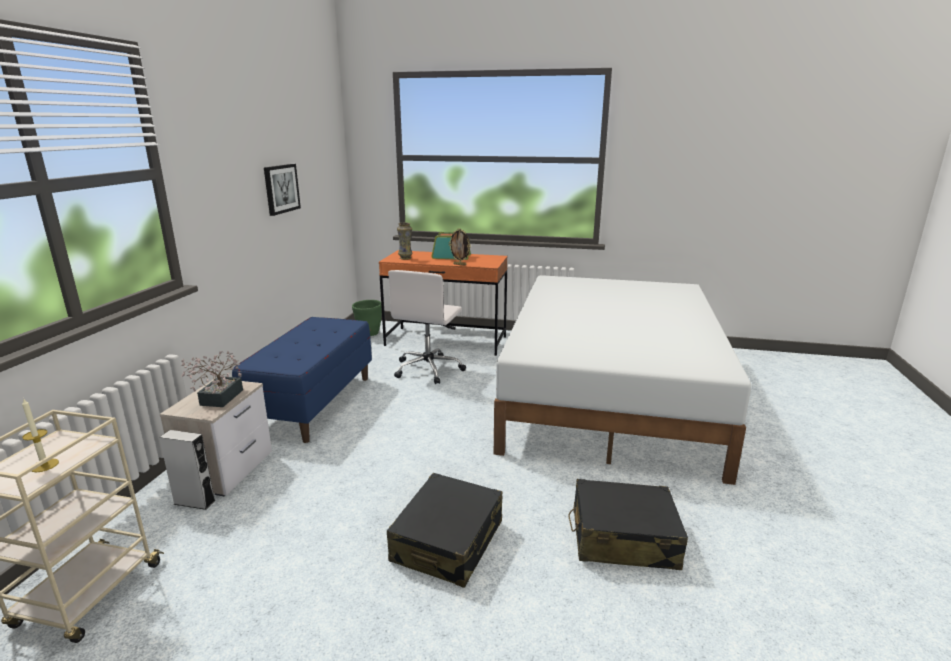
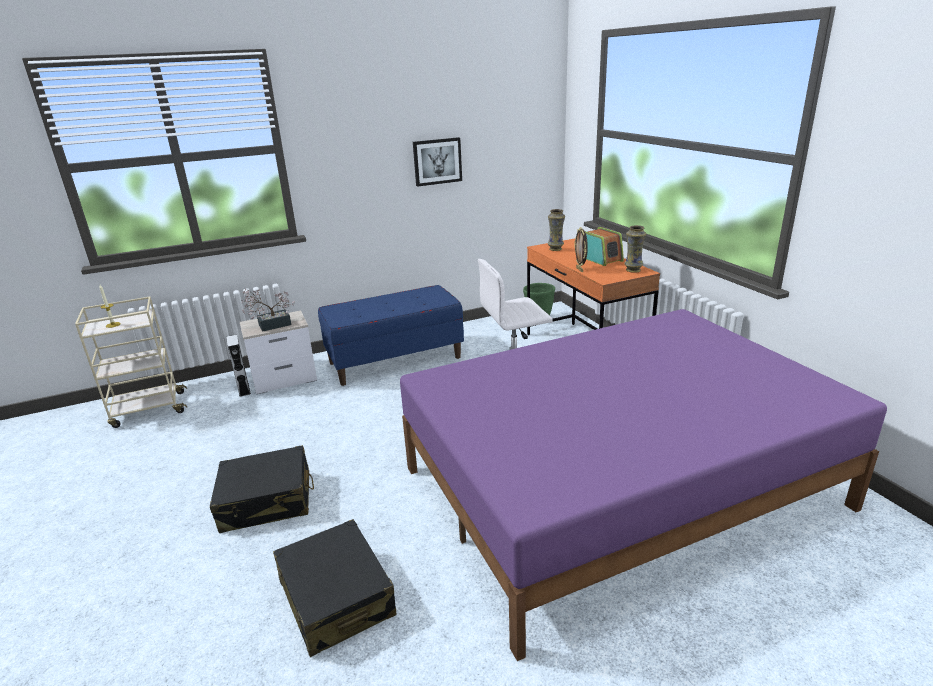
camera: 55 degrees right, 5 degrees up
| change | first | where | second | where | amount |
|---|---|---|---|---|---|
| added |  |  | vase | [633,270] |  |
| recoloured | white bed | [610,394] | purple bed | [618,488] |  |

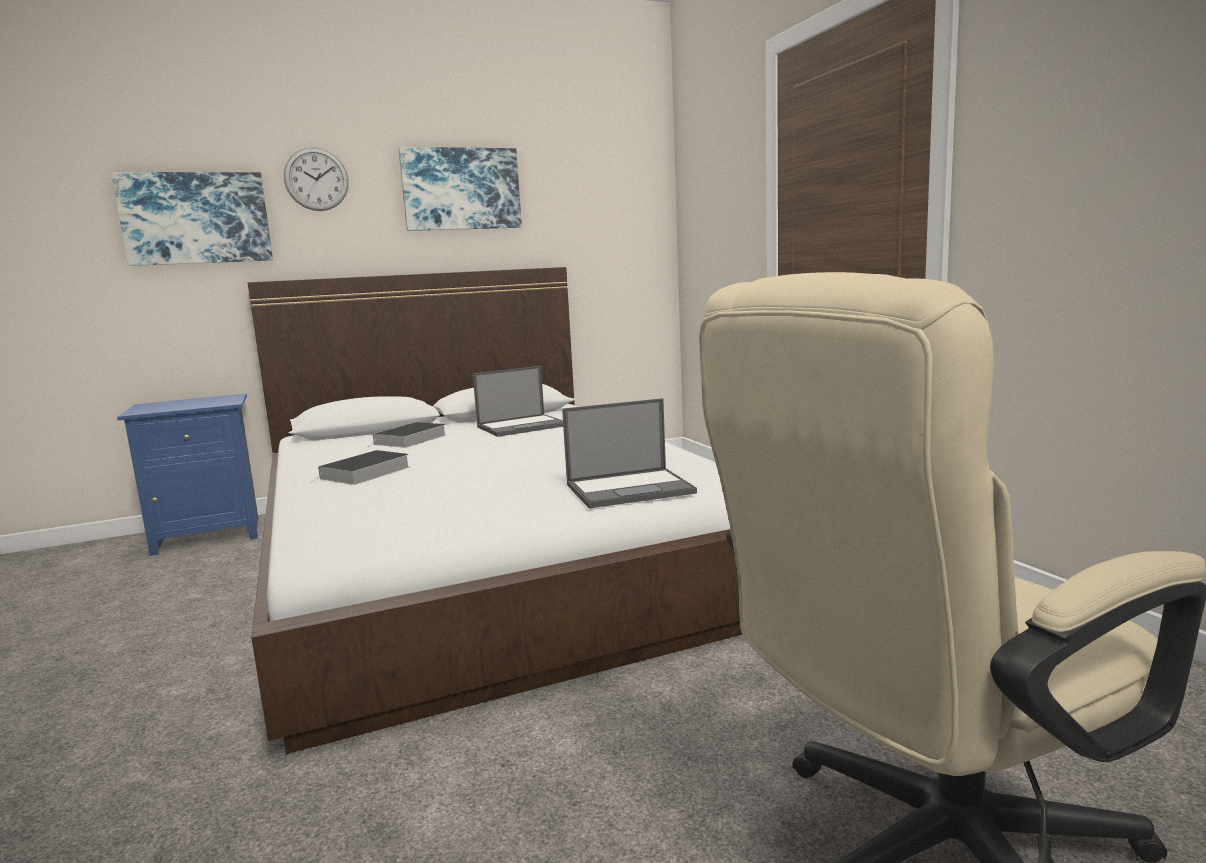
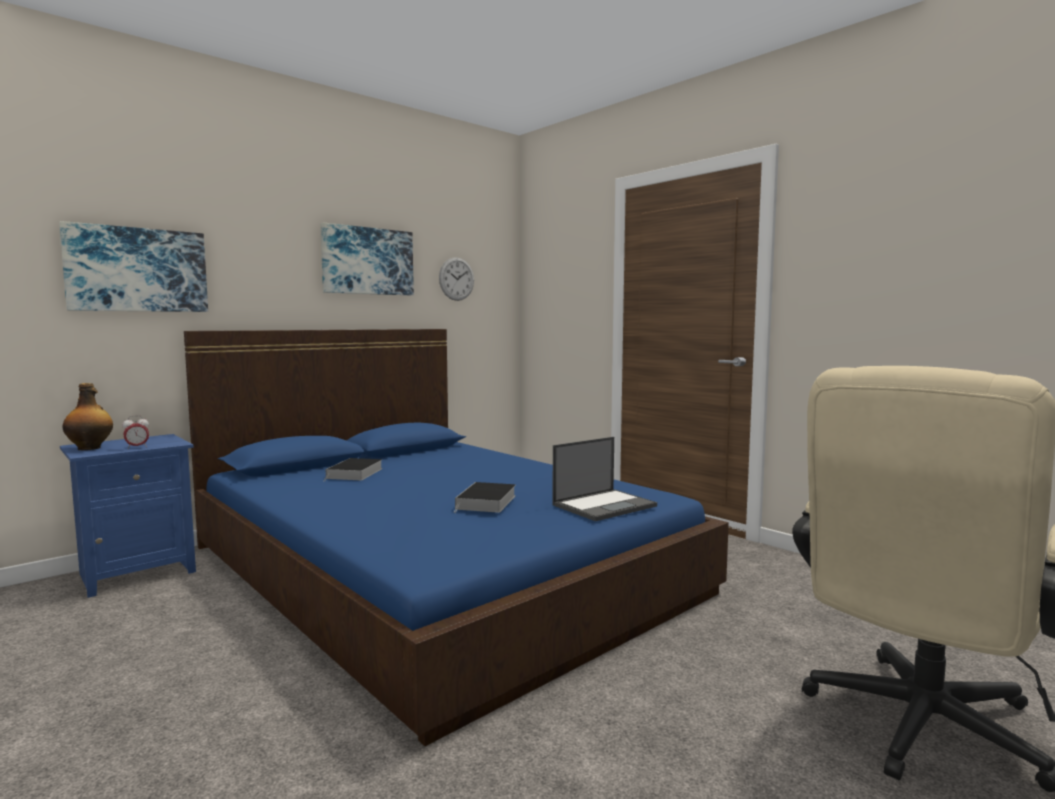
camera: 20 degrees left, 5 degrees down
| change | first | where | second | where | amount |
|---|---|---|---|---|---|
| removed | laptop | [522,426] |  |  |  |
| added |  |  | bottle | [90,448] |  |
| added |  |  | alarm clock | [137,447] |  |
| moved | wall clock | [316,179] |  | [456,279] |  |
| moved | book | [364,473] |  | [486,502] |  |
| recoloured | white bed | [487,553] | blue bed | [437,567] |  |

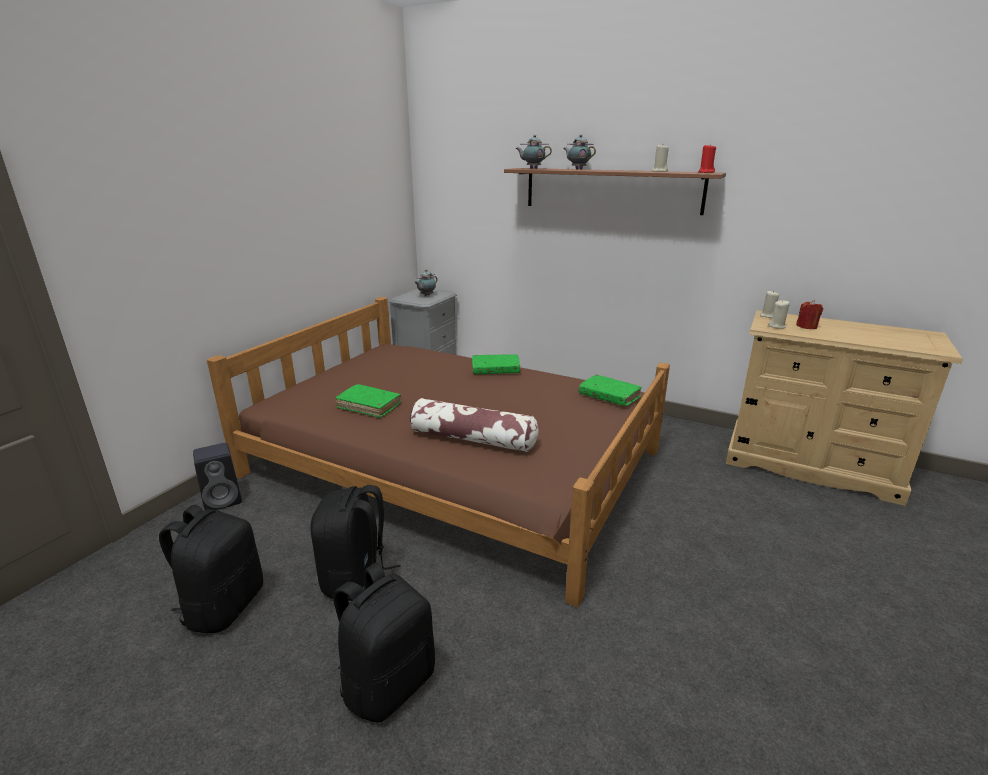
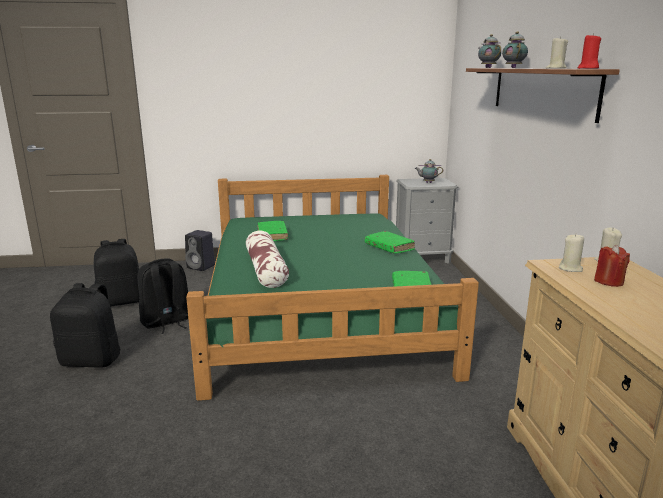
camera: 55 degrees right, 5 degrees down
| change | first | where | second | where | amount |
|---|---|---|---|---|---|
| recoloured | brown bed | [455,463] | green bed | [318,306] |  |

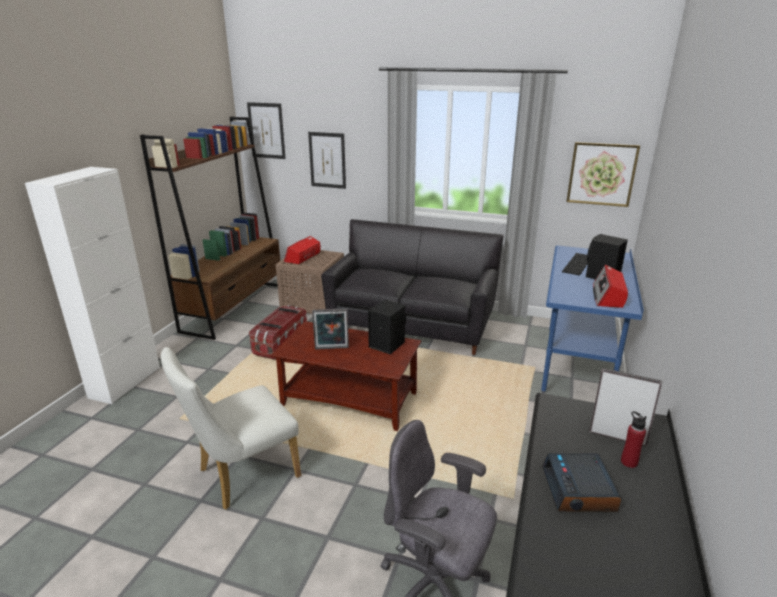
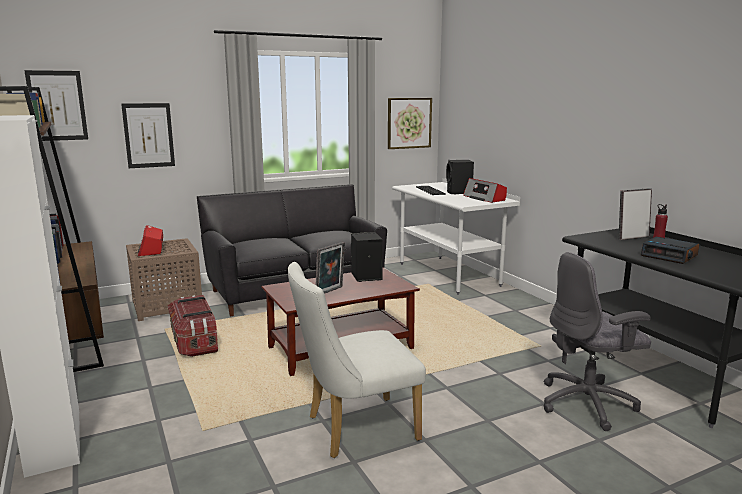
camera: 45 degrees left, 10 degrees down
| change | first | where | second | where | amount |
|---|---|---|---|---|---|
| recoloured | blue desk | [577,364] | white desk | [448,274] |  |
| turned | white chair | [242,475] |  | [354,429] | 60 degrees clockwise |

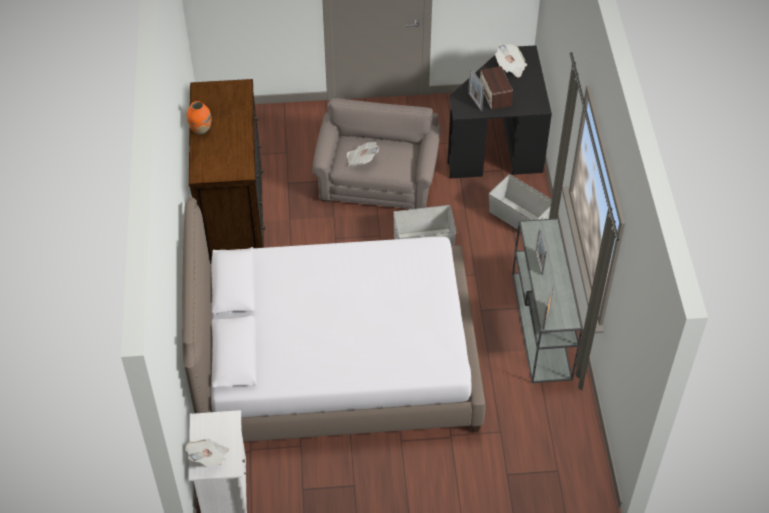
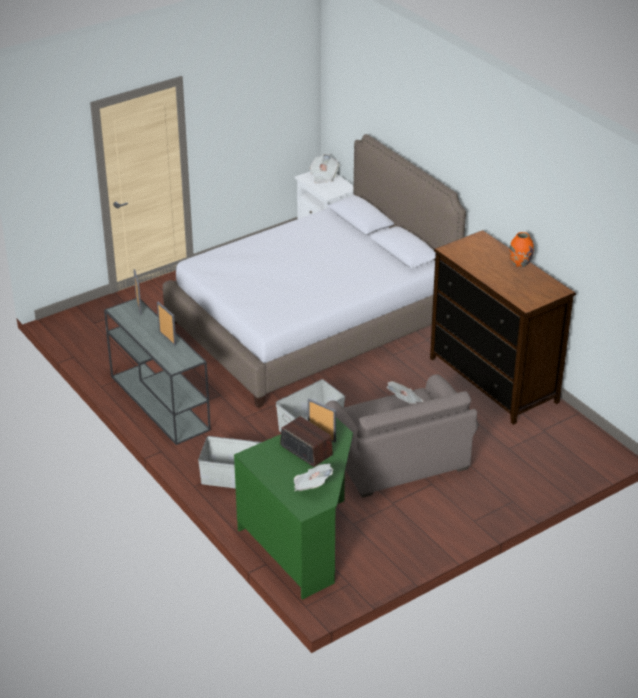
camera: 150 degrees right, 15 degrees down
| change | first | where | second | where | amount |
|---|---|---|---|---|---|
| recoloured | black desk | [498,145] | green desk | [304,540] |  |

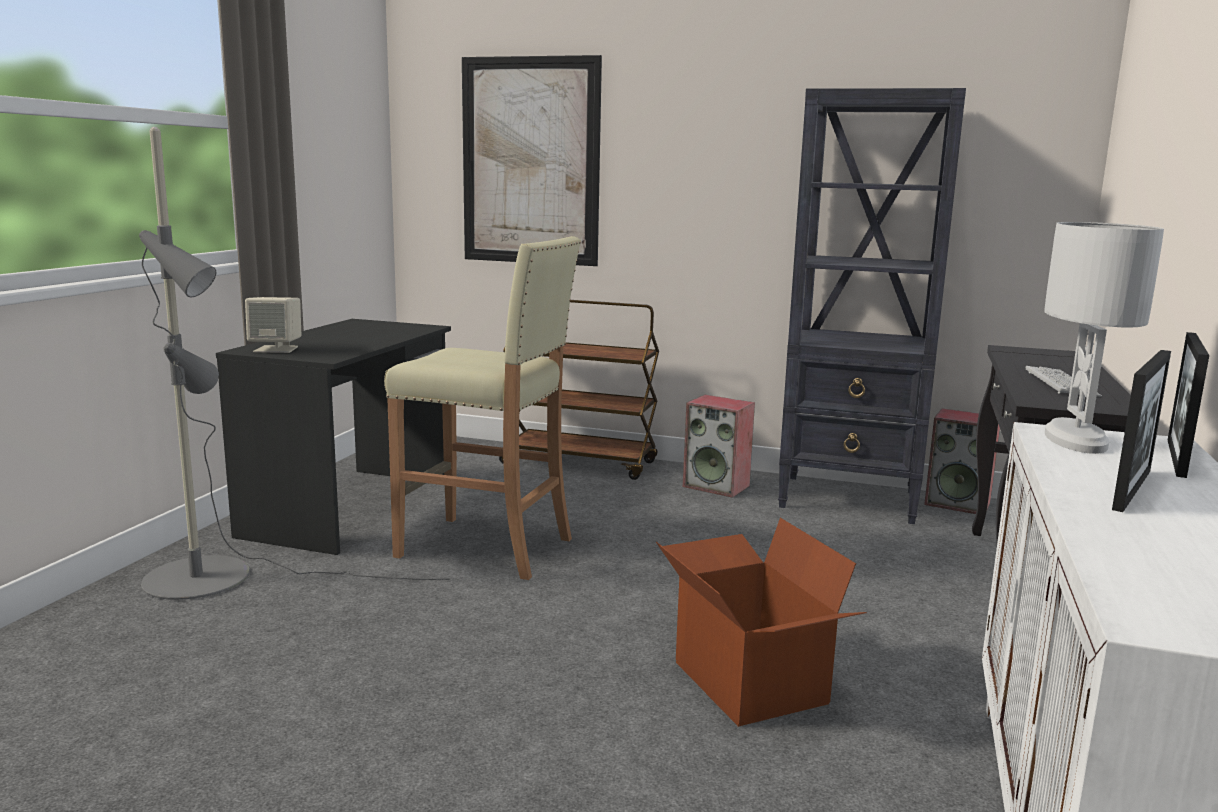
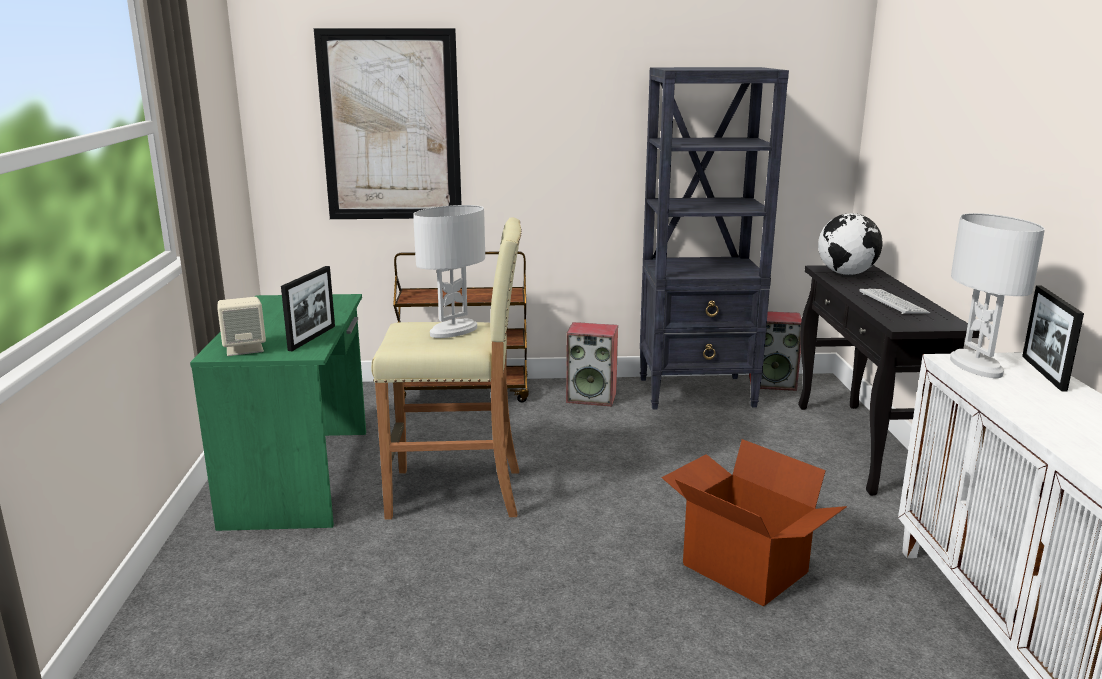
camera: 20 degrees left, 5 degrees up
| change | first | where | second | where | amount |
|---|---|---|---|---|---|
| removed | grey floor lamp | [221,577] |  |  |  |
| added |  |  | white table lamp | [454,331] |  |
| added |  |  | globe | [846,274] |  |
| moved | picture frame | [1132,489] |  | [312,338] |  |
| recoloured | black desk | [352,507] | green desk | [302,476] |  |

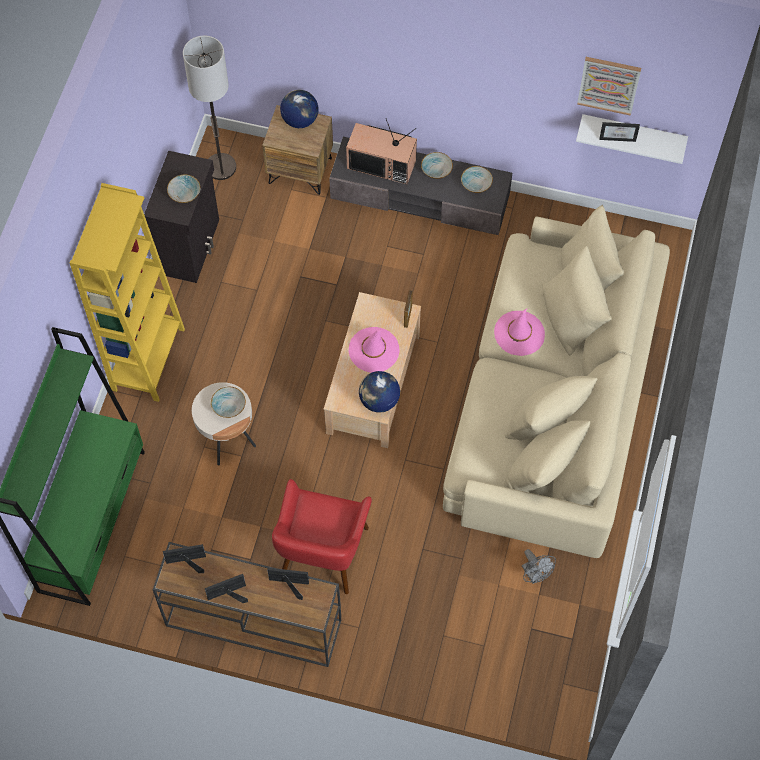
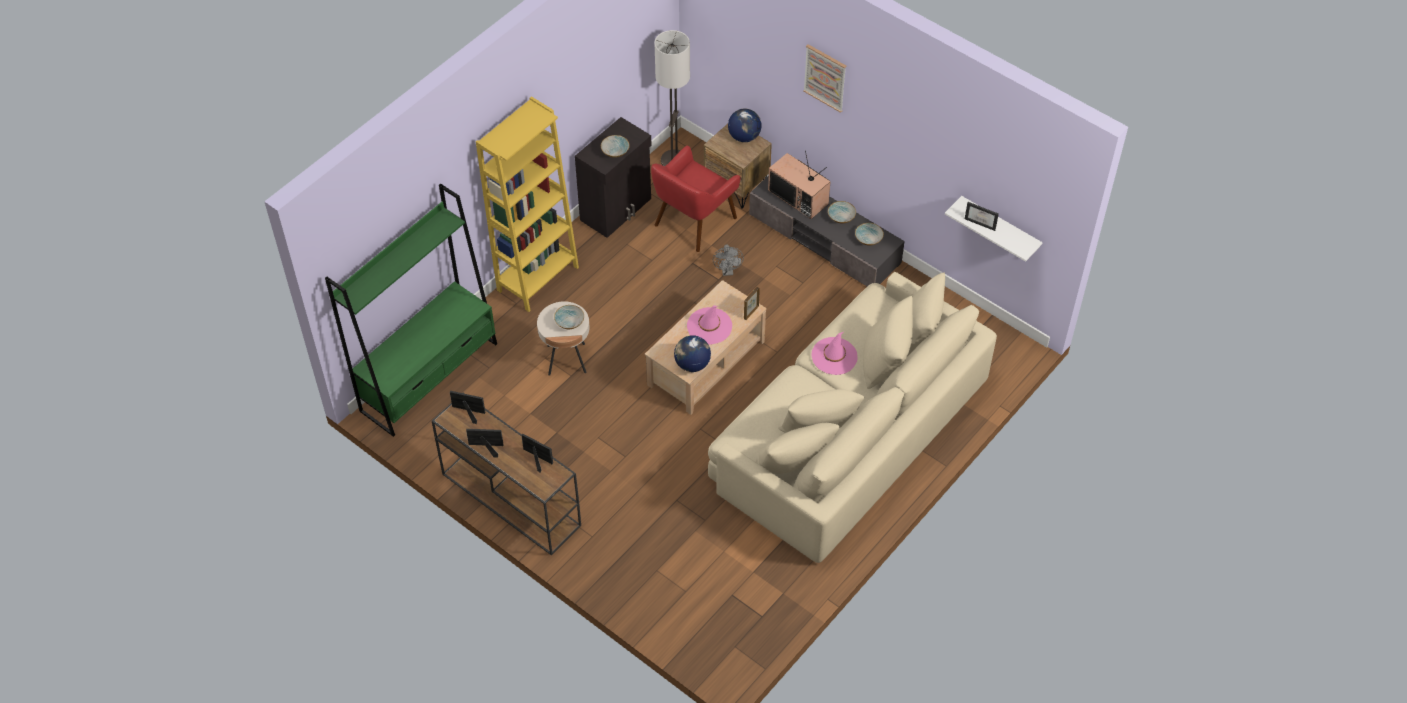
camera: 25 degrees right, 10 degrees down
| change | first | where | second | where | amount |
|---|---|---|---|---|---|
| moved | red armchair | [322,553] |  | [693,222] |  |
| moved | grey fan | [535,575] |  | [727,271] |  |
| moved | picture | [608,85] |  | [825,77] |  |

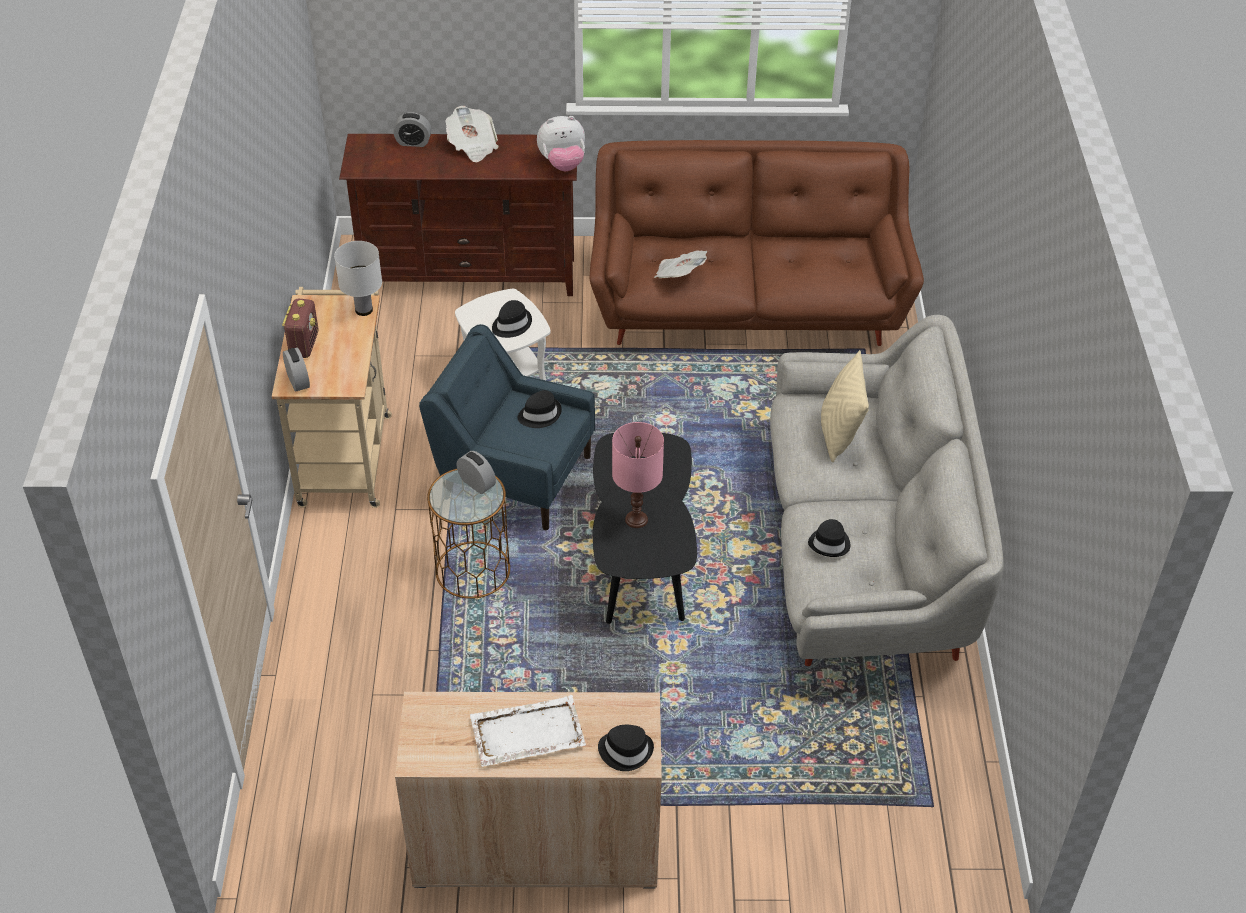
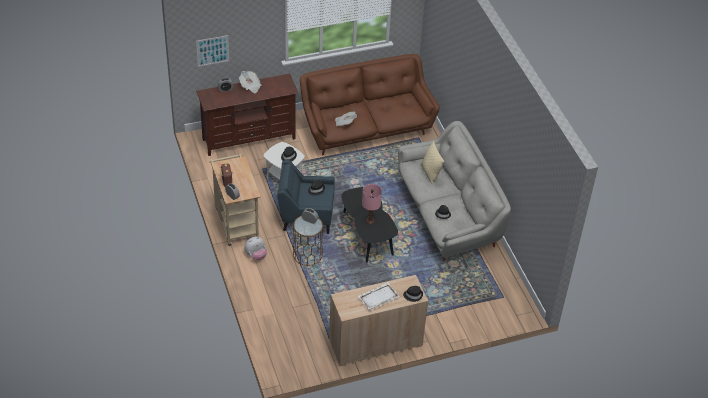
camera: 20 degrees left, 0 degrees up
| change | first | where | second | where | amount |
|---|---|---|---|---|---|
| removed | white table lamp | [364,310] |  |  |  |
| added |  |  | picture | [212,50] |  |
| moved | plush toy | [562,164] |  | [256,255] |  |

